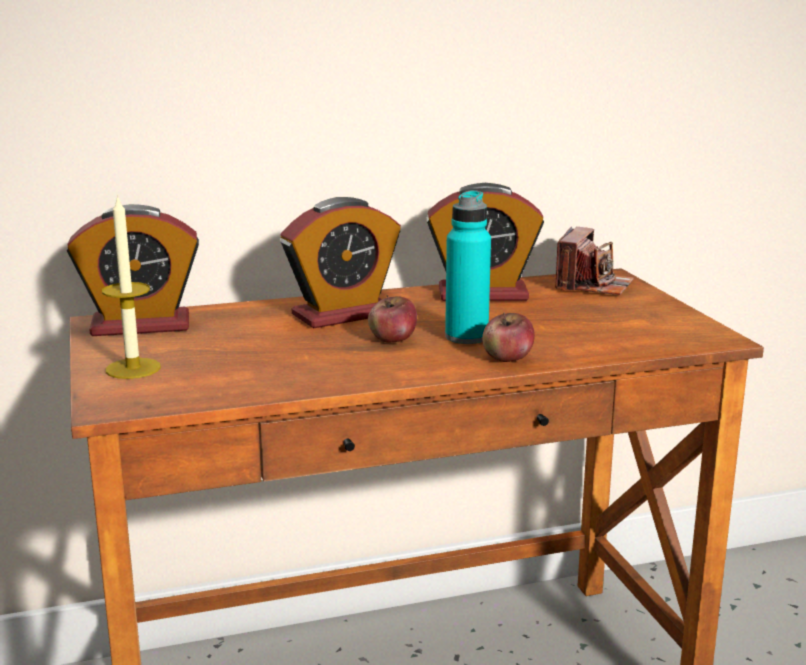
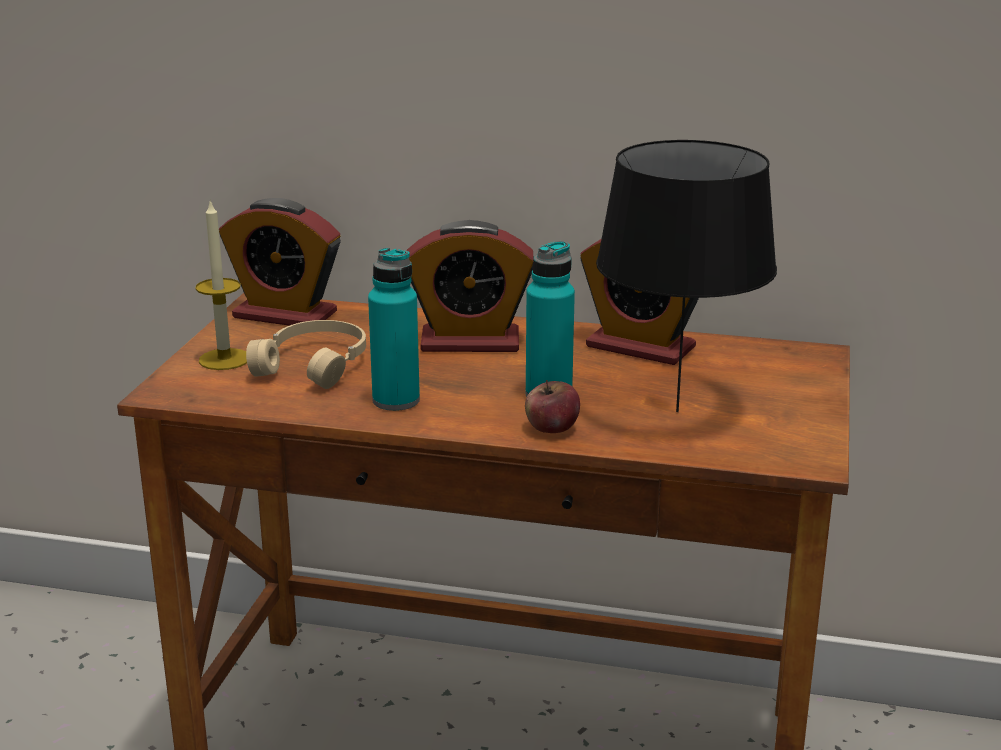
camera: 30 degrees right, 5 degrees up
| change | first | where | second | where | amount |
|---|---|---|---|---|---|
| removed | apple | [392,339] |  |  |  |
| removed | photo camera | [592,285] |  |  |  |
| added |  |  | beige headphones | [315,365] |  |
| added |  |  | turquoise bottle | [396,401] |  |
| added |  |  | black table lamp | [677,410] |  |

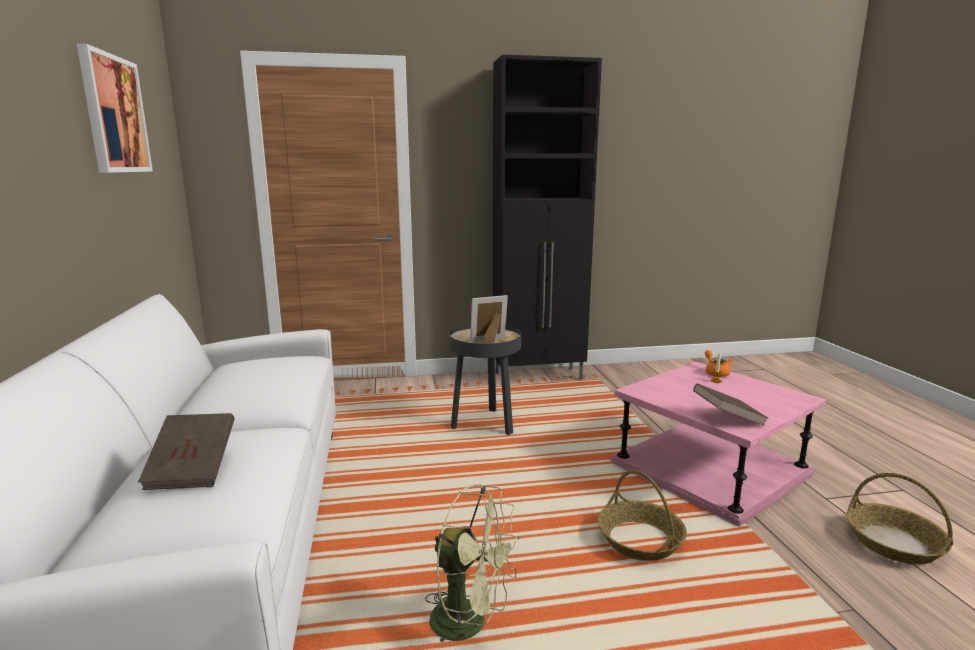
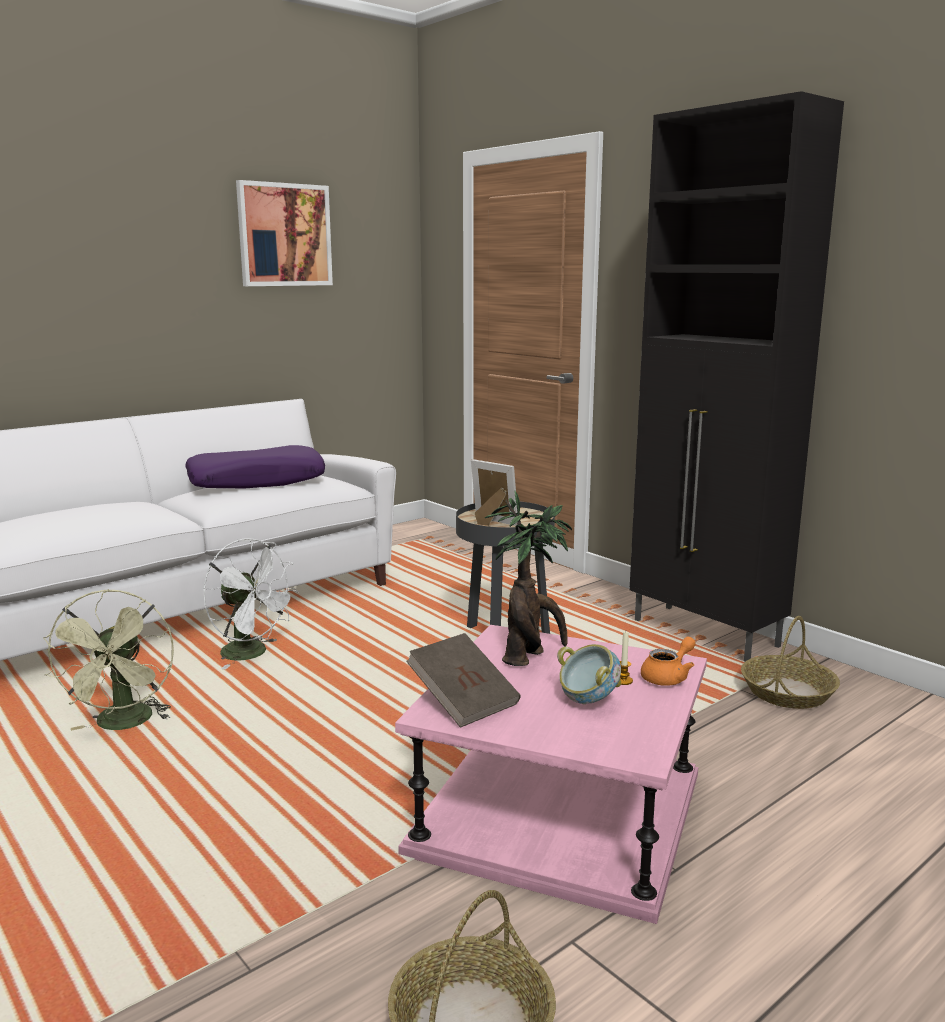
camera: 60 degrees right, 0 degrees up
| change | first | where | second | where | amount |
|---|---|---|---|---|---|
| removed | brown book | [193,470] |  |  |  |
| added |  |  | purple pillow | [257,481] |  |
| added |  |  | white fan | [252,654] |  |
| added |  |  | potted plant | [530,656] |  |
| added |  |  | bowl | [588,701] |  |
| moved | basket | [640,540] |  | [787,692] |  |

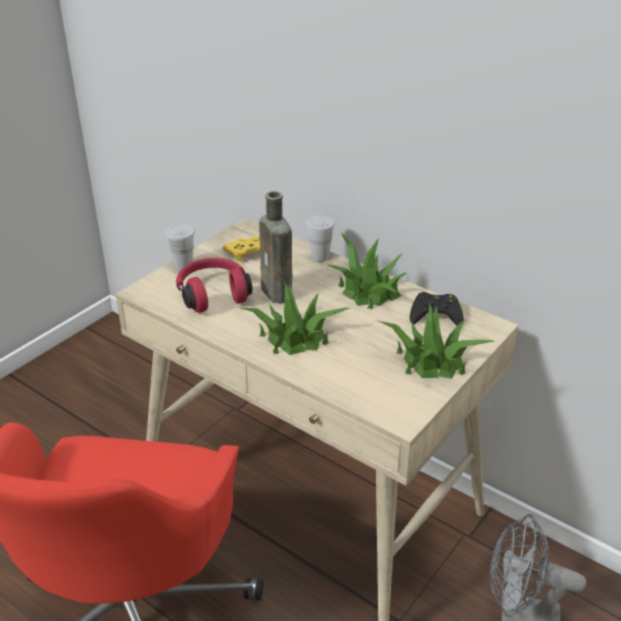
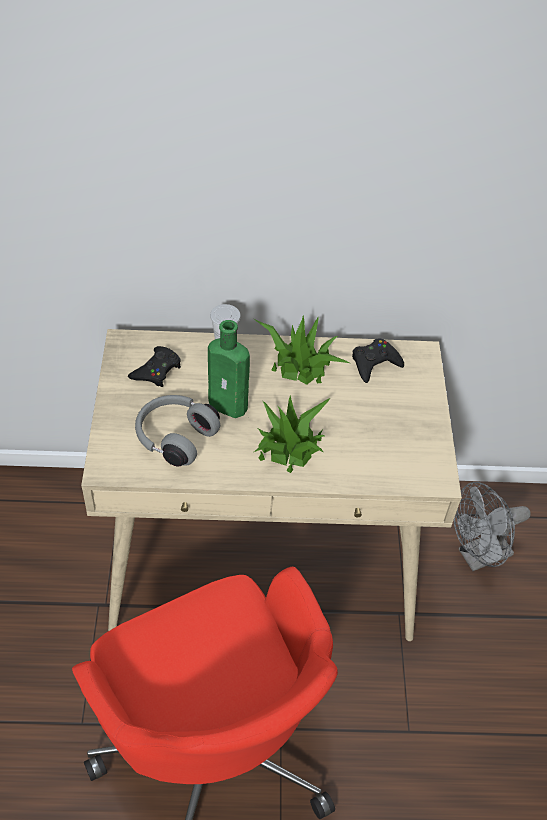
camera: 40 degrees left, 15 degrees up
| change | first | where | second | where | amount |
|---|---|---|---|---|---|
| removed | white cup | [183,266] |  |  |  |
| removed | potted plant | [431,360] |  |  |  |
| recoloured | red headphones | [213,294] | grey headphones | [174,437] |  |
| recoloured | yellow game controller | [249,252] | black game controller | [156,370] |  |
| recoloured | brown bottle | [278,294] | green bottle | [230,406] |  |

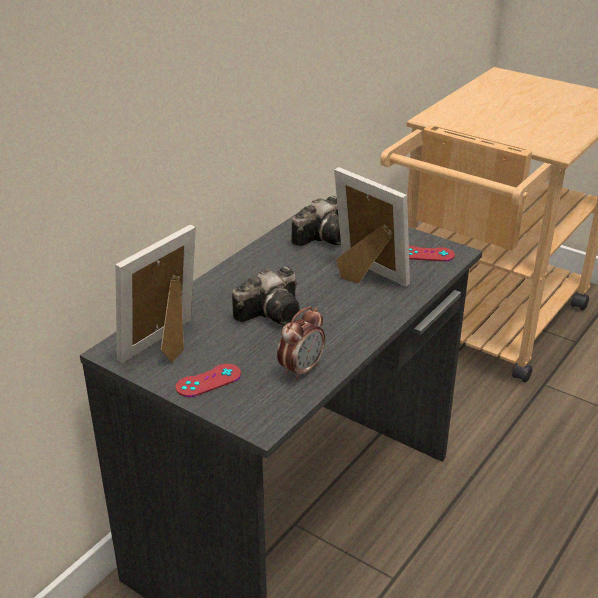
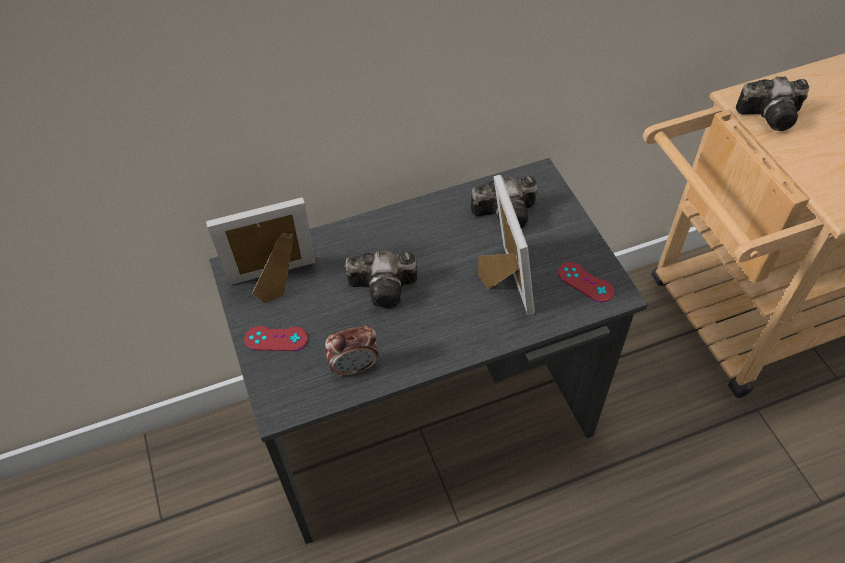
camera: 35 degrees right, 20 degrees up
| change | first | where | second | where | amount |
|---|---|---|---|---|---|
| added |  |  | photo camera | [773,115] |  |

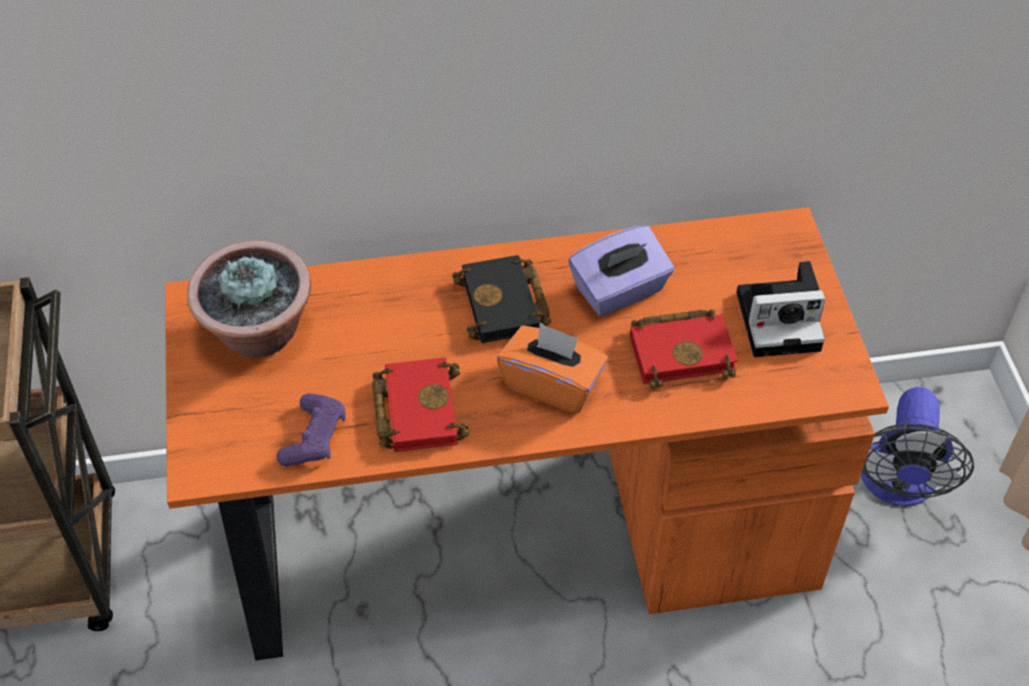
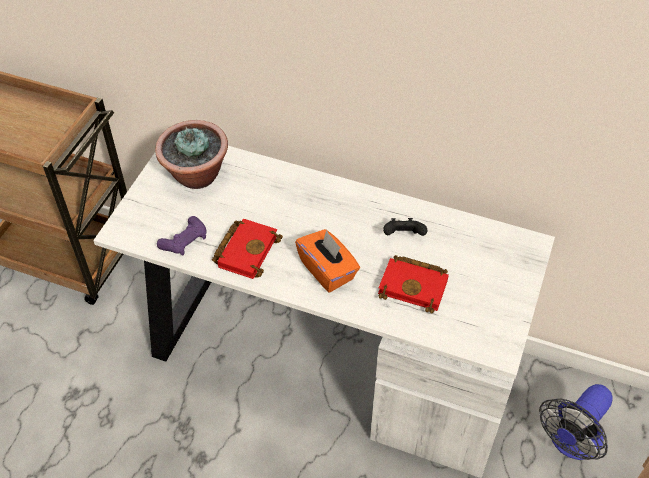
camera: 30 degrees right, 0 degrees up
| change | first | where | second | where | amount |
|---|---|---|---|---|---|
| removed | black book | [505,306] |  |  |  |
| removed | photo camera | [781,320] |  |  |  |
| replaced | purple tissue box | [619,291] | black game controller | [403,236] |  |
| recoloured | orange desk | [514,534] | white desk | [325,358] |  |

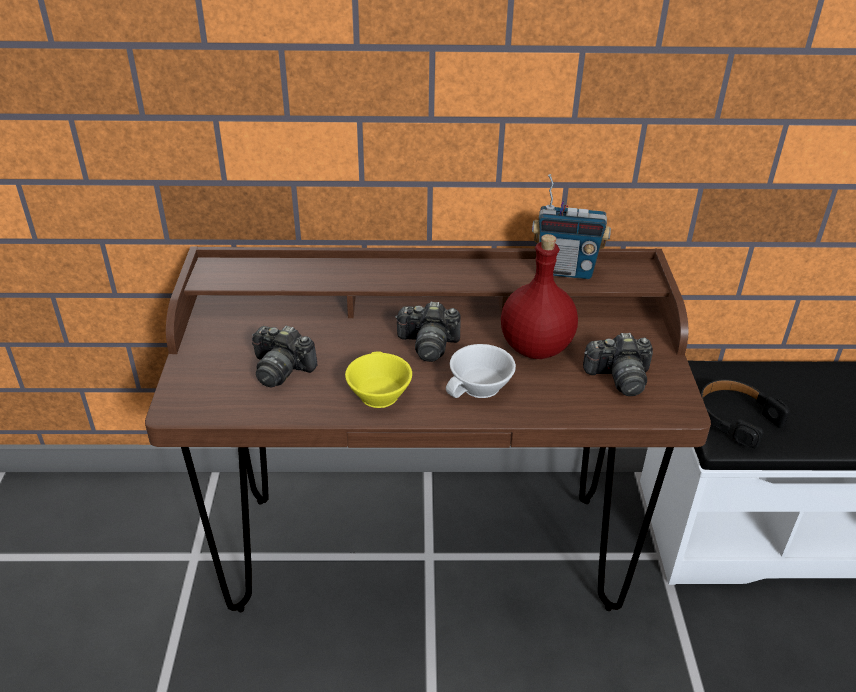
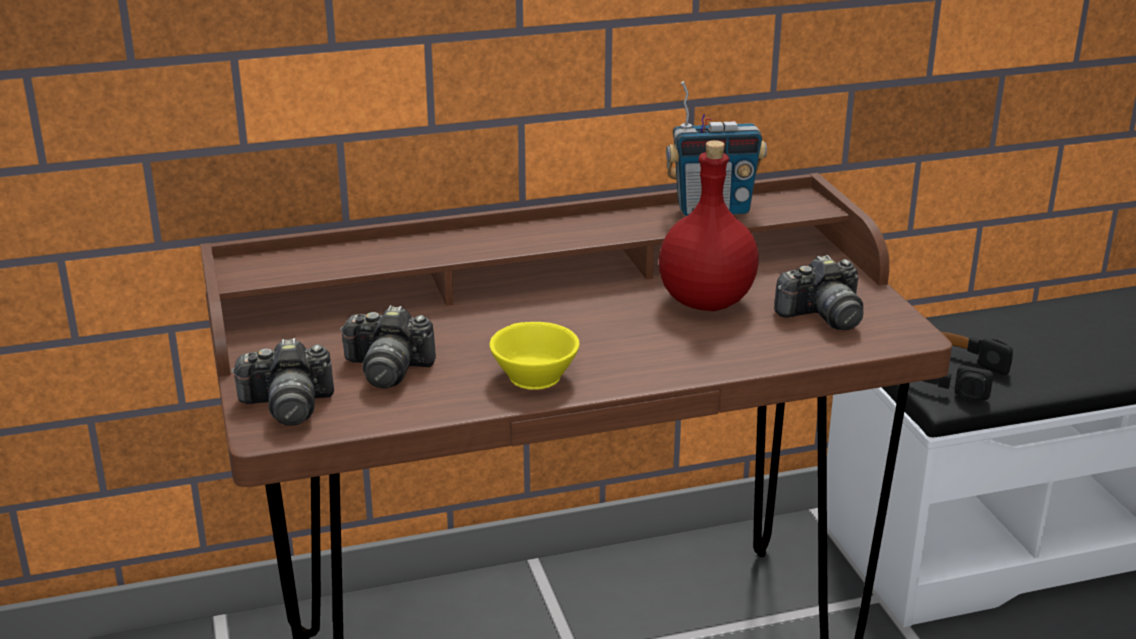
camera: 15 degrees left, 10 degrees down
| change | first | where | second | where | amount |
|---|---|---|---|---|---|
| removed | white cup | [481,388] |  |  |  |
| moved | photo camera | [428,344] |  | [288,406] |  |

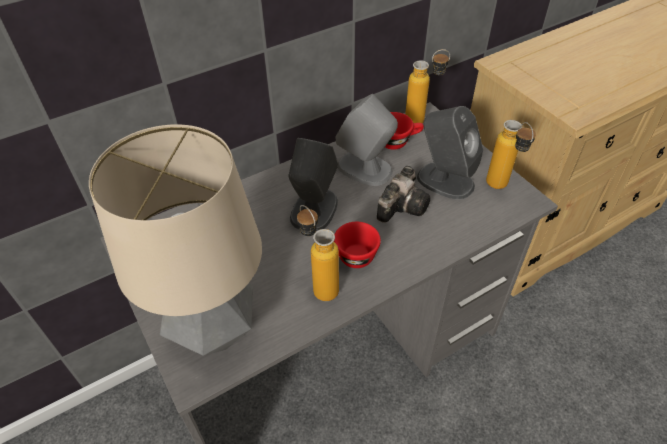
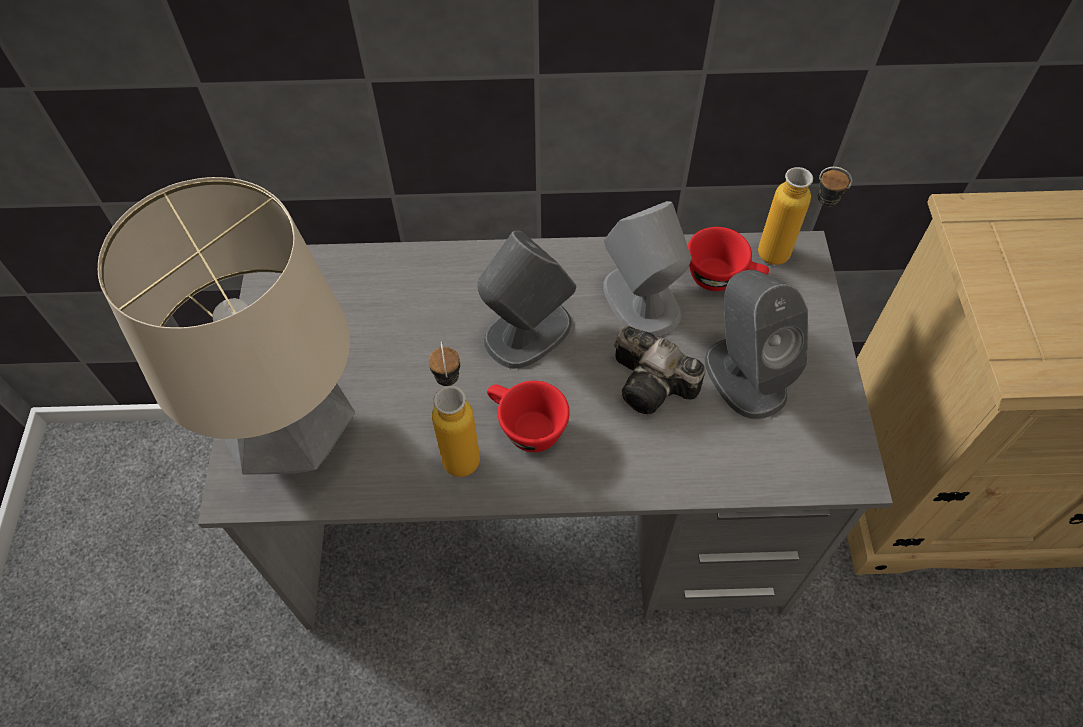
camera: 30 degrees right, 10 degrees up
| change | first | where | second | where | amount |
|---|---|---|---|---|---|
| removed | bottle | [501,188] |  |  |  |
| turned | photo camera | [403,205] |  | [654,386] | 60 degrees clockwise |

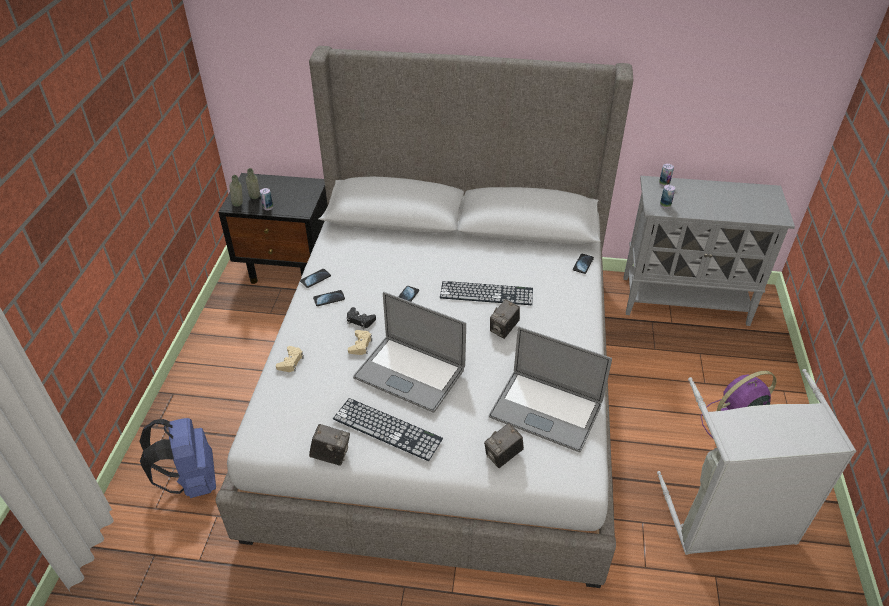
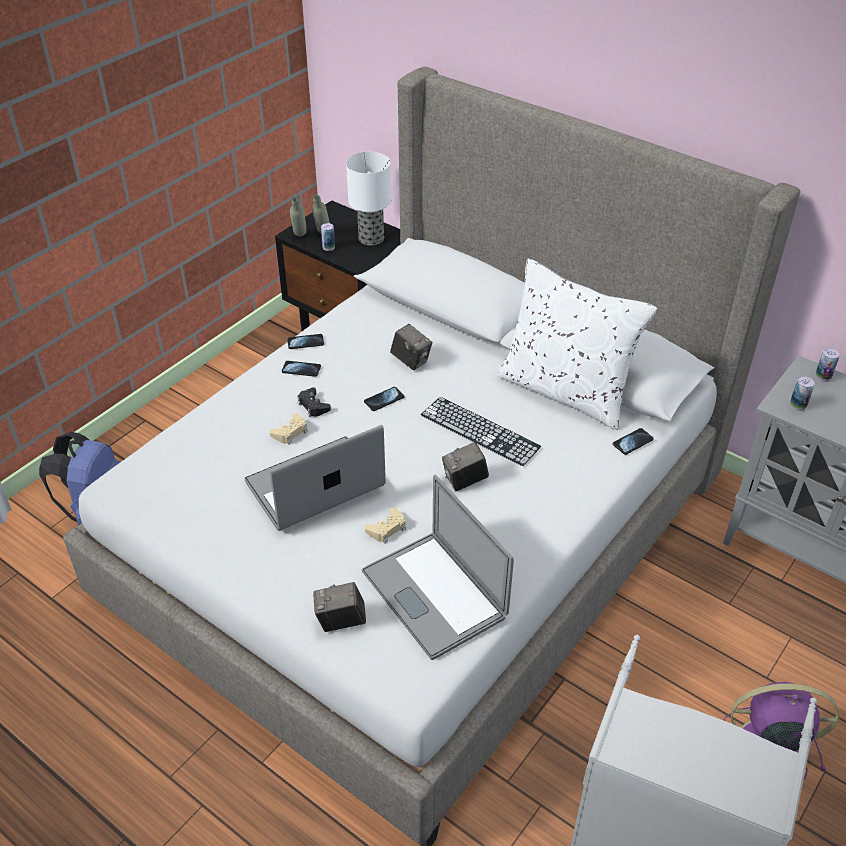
camera: 30 degrees right, 0 degrees up
| change | first | where | second | where | amount |
|---|---|---|---|---|---|
| removed | keyboard | [387,429] |  |  |  |
| added |  |  | table lamp | [371,238] |  |
| added |  |  | white pillow | [566,391] |  |
| moved | beige game controller | [291,362] |  | [387,529] |  |
| moved | photo camera | [331,455] |  | [411,360] |  |
| turned | laptop | [409,373] |  | [315,484] | 90 degrees clockwise |

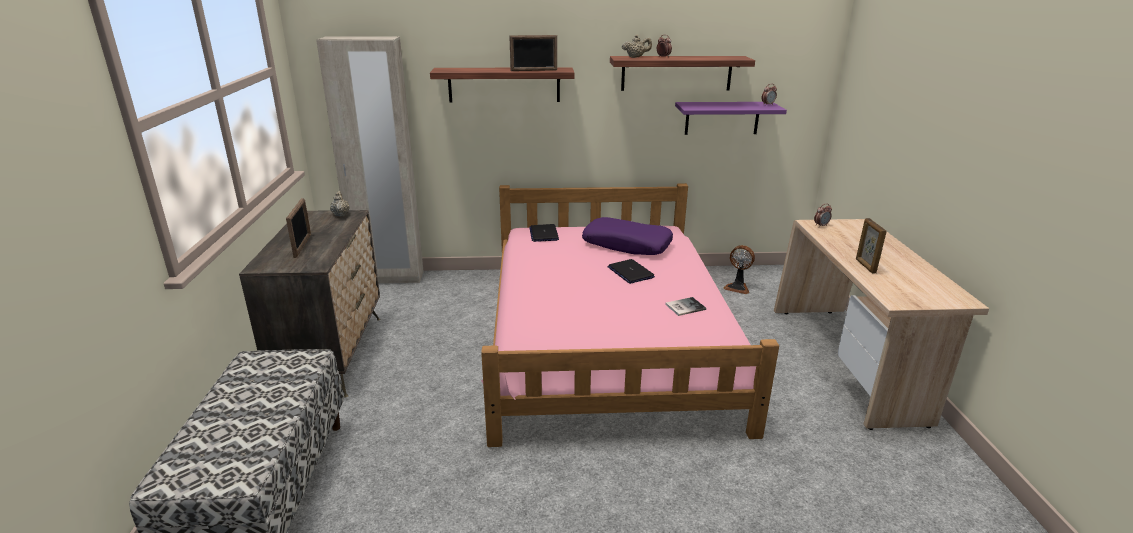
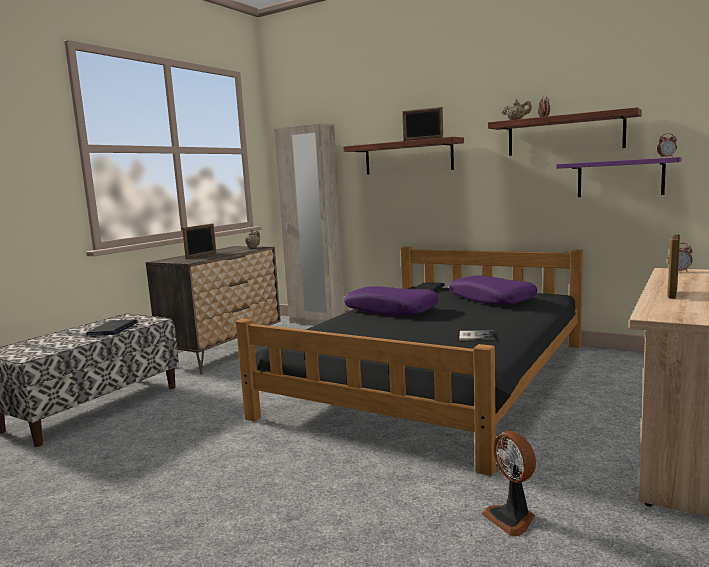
camera: 35 degrees right, 15 degrees down
| change | first | where | second | where | amount |
|---|---|---|---|---|---|
| added |  |  | purple pillow | [391,310] |  |
| moved | laptop | [630,272] |  | [112,329] |  |
| moved | fan | [737,287] |  | [512,518] |  |
| recoloured | pink bed | [606,337] | black bed | [435,378] |  |

